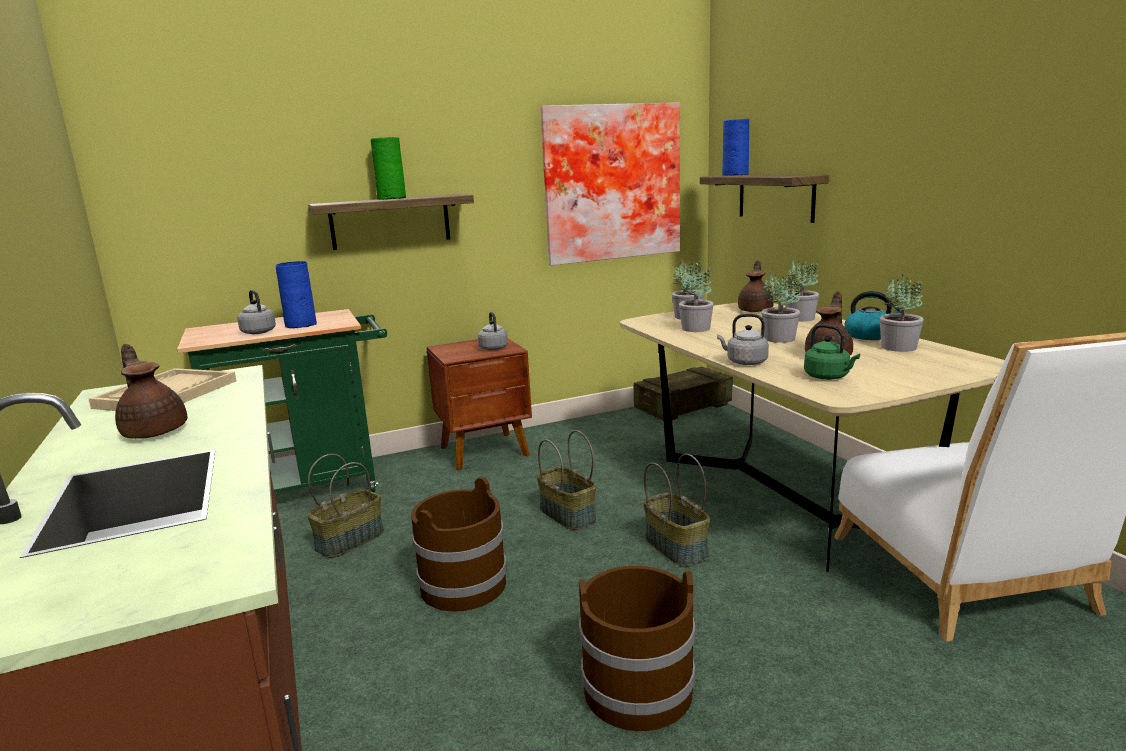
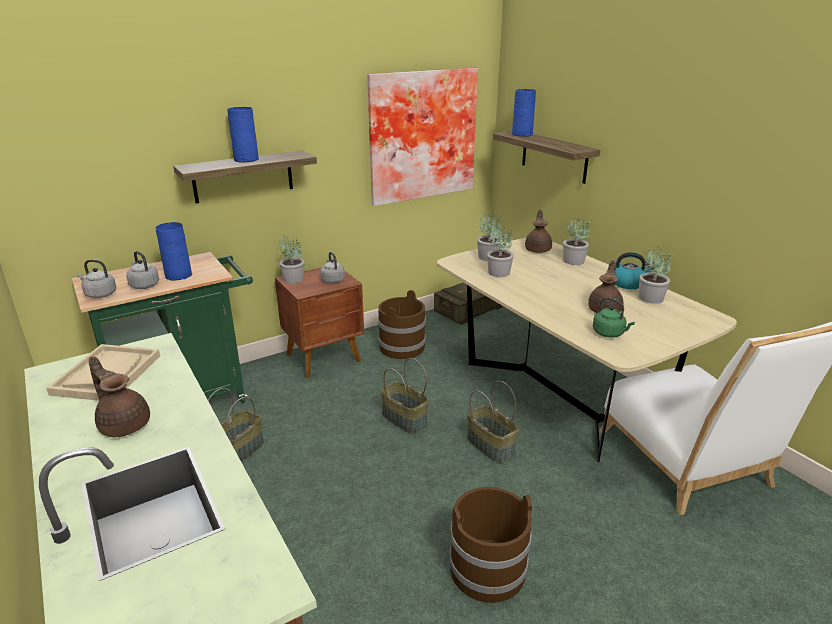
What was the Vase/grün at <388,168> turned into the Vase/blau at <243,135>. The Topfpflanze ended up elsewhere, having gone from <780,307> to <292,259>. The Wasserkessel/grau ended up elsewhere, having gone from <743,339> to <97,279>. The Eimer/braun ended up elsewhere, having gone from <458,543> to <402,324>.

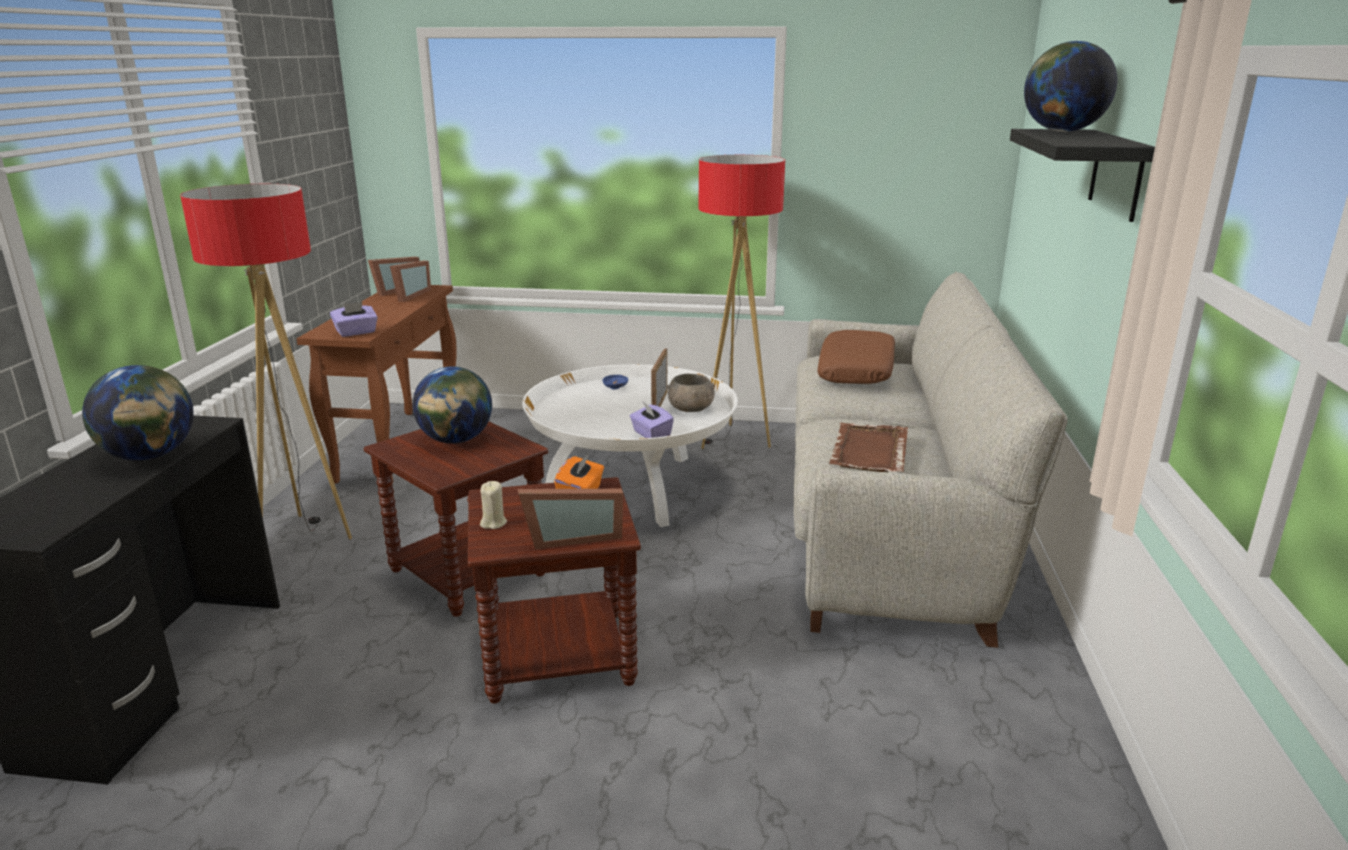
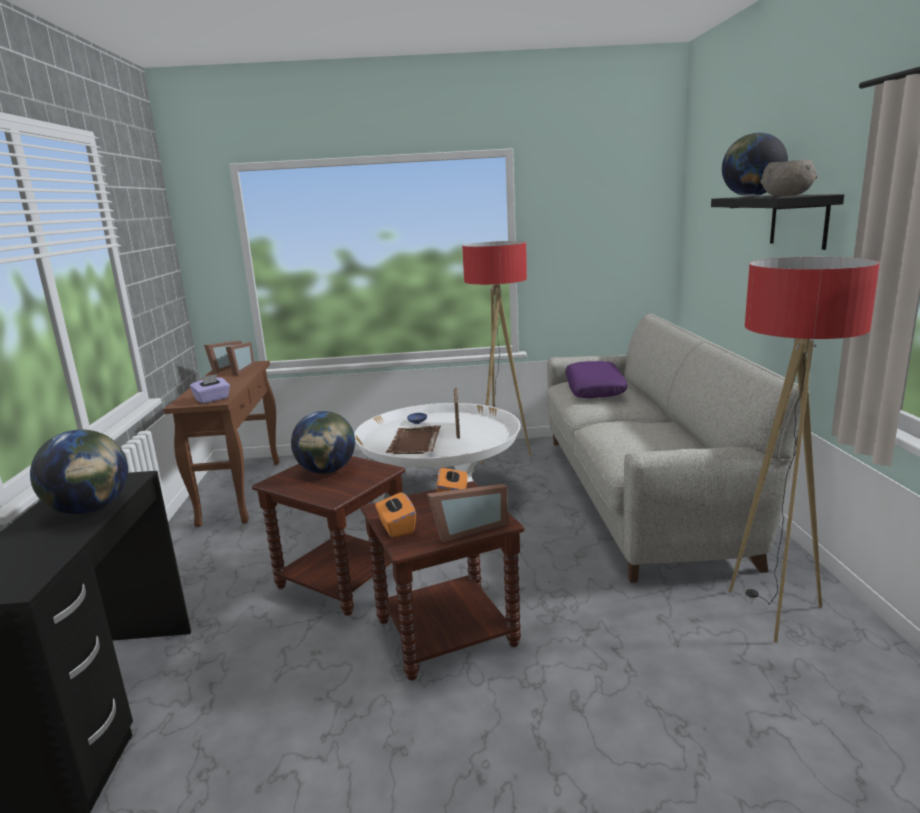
The Stehlampe ended up elsewhere, having gone from <266,362> to <804,450>. What was the Kissen/braun at <856,357> turned into the Kissen/lila at <597,379>. The Schüssel/grau ended up elsewhere, having gone from <691,393> to <788,178>. The second view lost the Taschentuchbox/lila at <652,420>. The Tablett/braun ended up elsewhere, having gone from <868,447> to <413,439>. Where the Kerze/beige stood at <493,505>, the Taschentuchbox/orange came to stand at <395,515>.

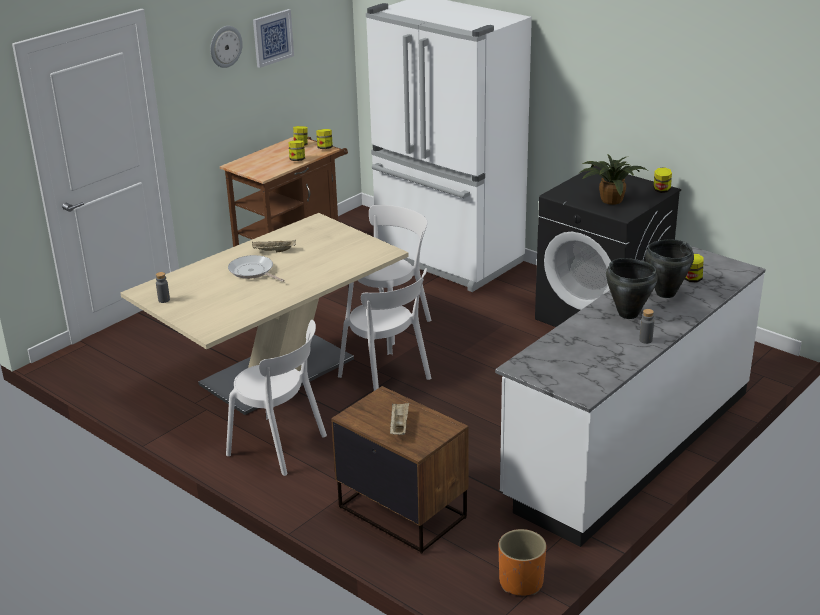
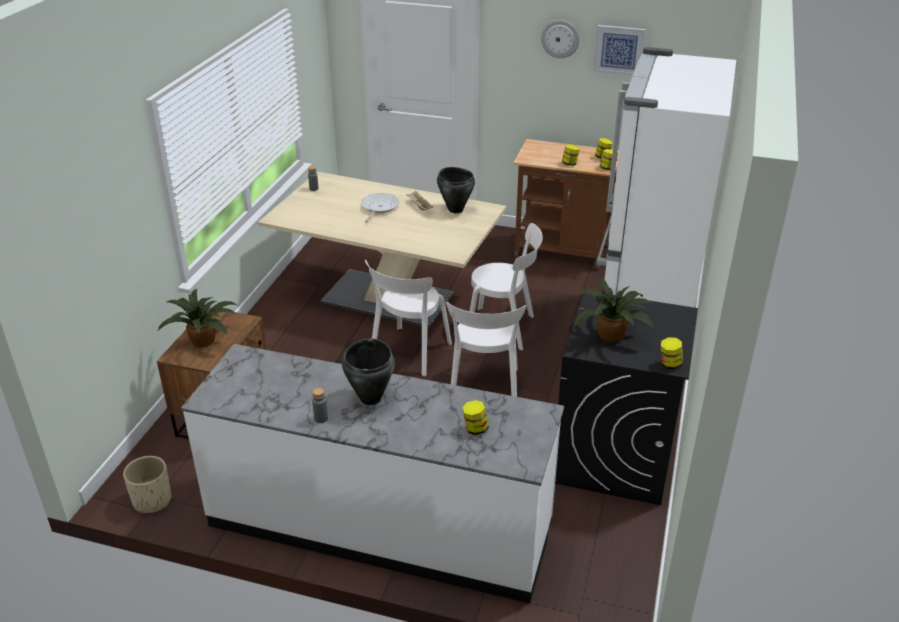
The Kochtopf/schwarz ended up elsewhere, having gone from <669,268> to <456,190>. The Stuhl/weiß ended up elsewhere, having gone from <276,398> to <486,349>. Where the Tablett/beige stood at <399,419>, the Topfpflanze came to stand at <197,318>. What was the Pflanzkübel/orange at <522,562> turned into the Pflanzkübel/beige at <147,484>.

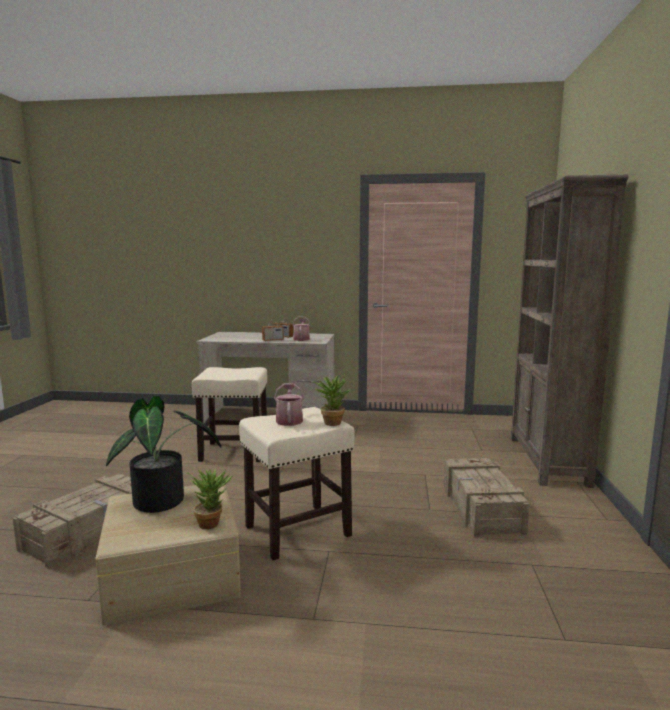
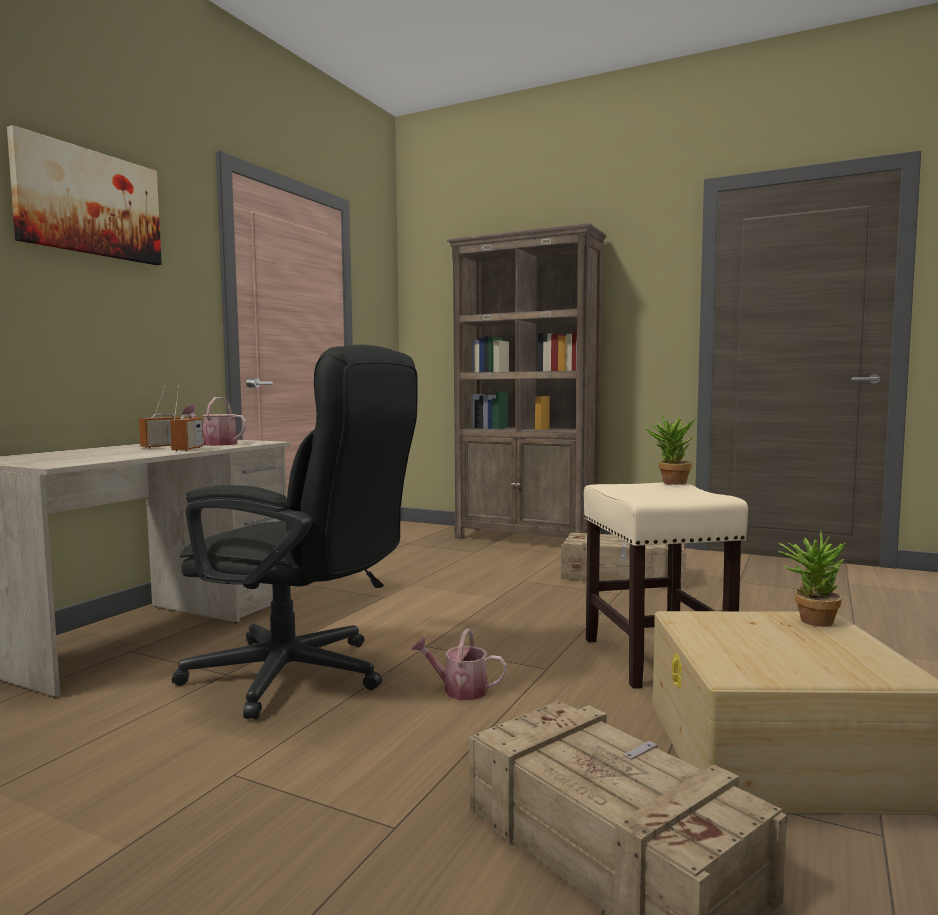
Where the Hocker/beige stood at <230,414>, the Bürostuhl/schwarz came to stand at <295,532>. The Gießkanne ended up elsewhere, having gone from <289,404> to <459,664>. The second view lost the Topfpflanze at <163,454>. The second view gained the Bild at <84,195>.

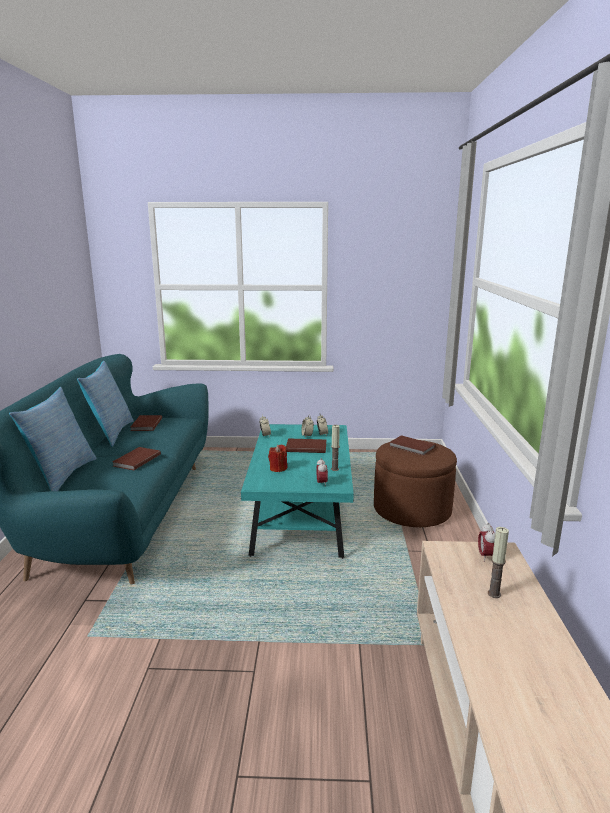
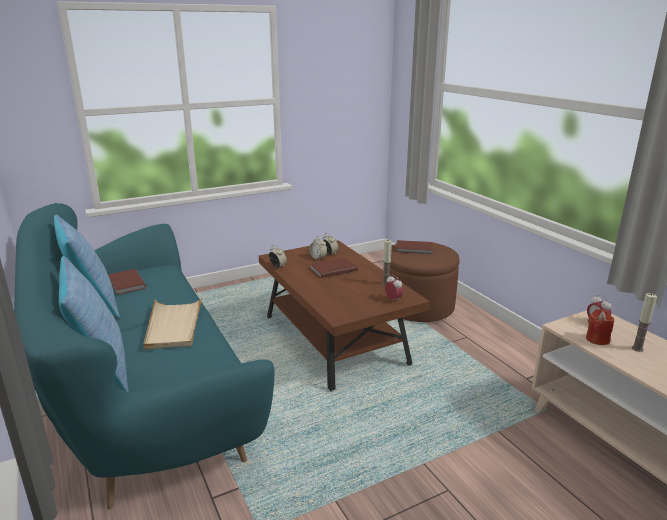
What was the Couchtisch/türkis at <297,491> turned into the Couchtisch/braun at <344,316>. The Kerze/rot ended up elsewhere, having gone from <277,458> to <600,327>. Where the Buch/braun stood at <136,458>, the Tablett/beige came to stand at <172,324>.

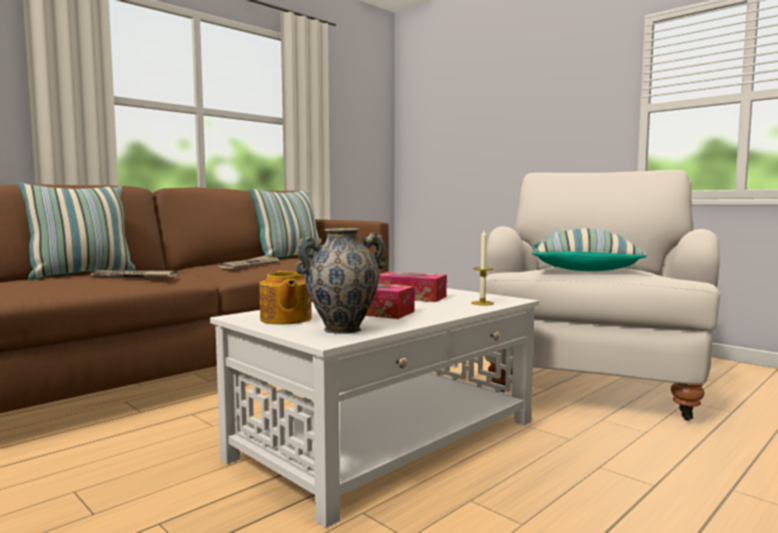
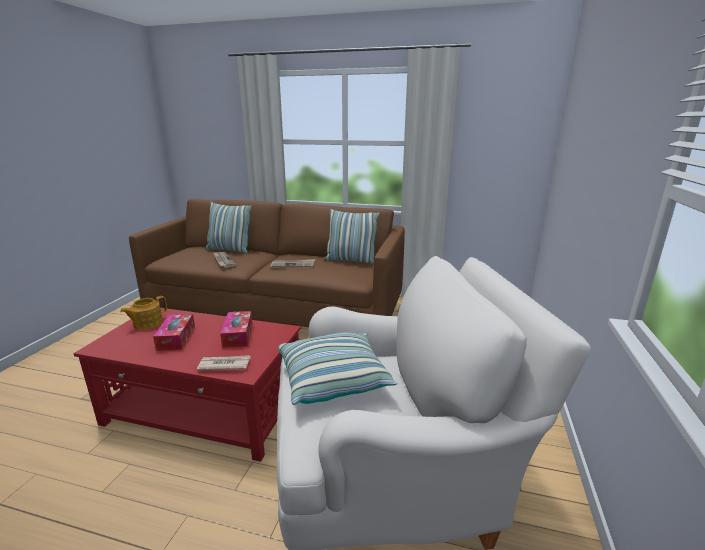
The second view lost the Vase at <341,281>. Where the Kerze stood at <482,268>, the Zeitung came to stand at <224,362>. What was the Couchtisch/weiß at <374,408> turned into the Couchtisch/rot at <187,385>.

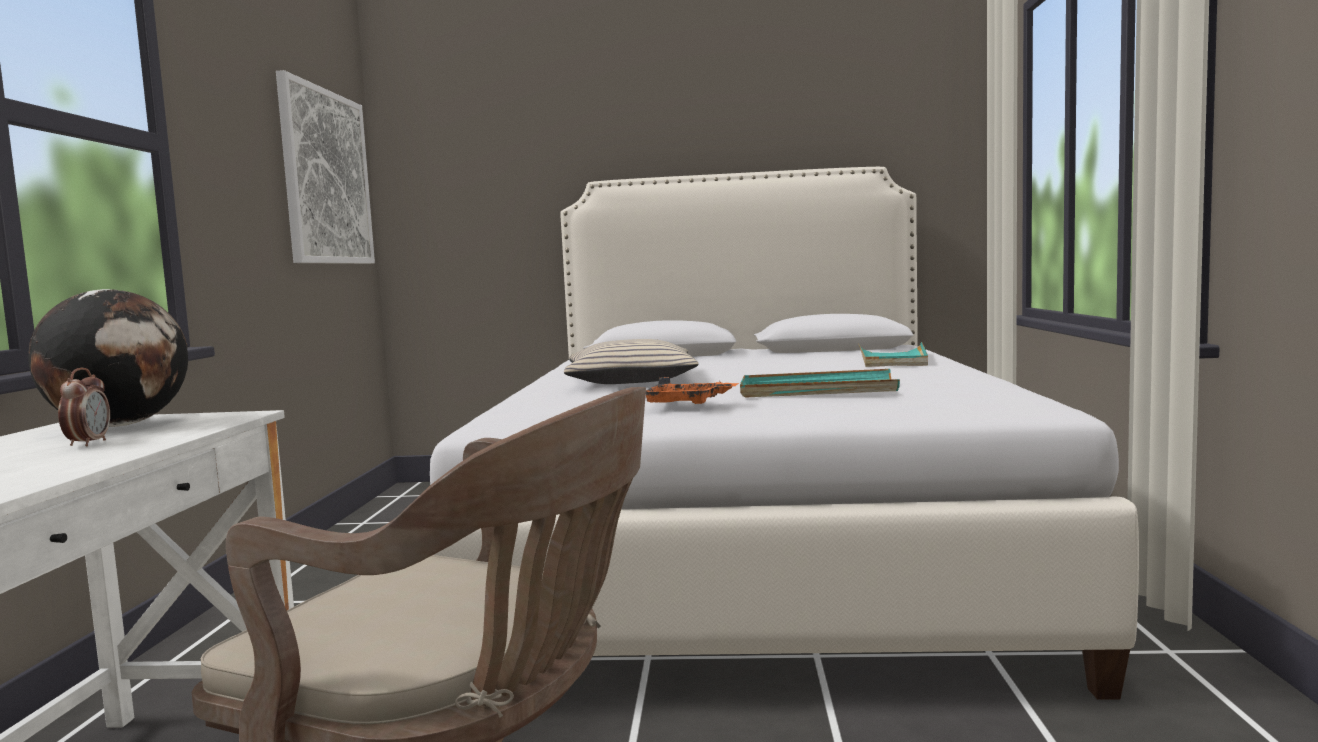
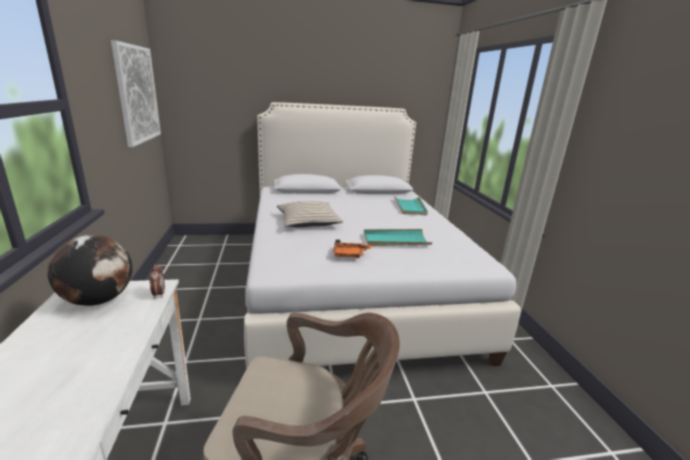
The Wecker ended up elsewhere, having gone from <84,407> to <157,281>.

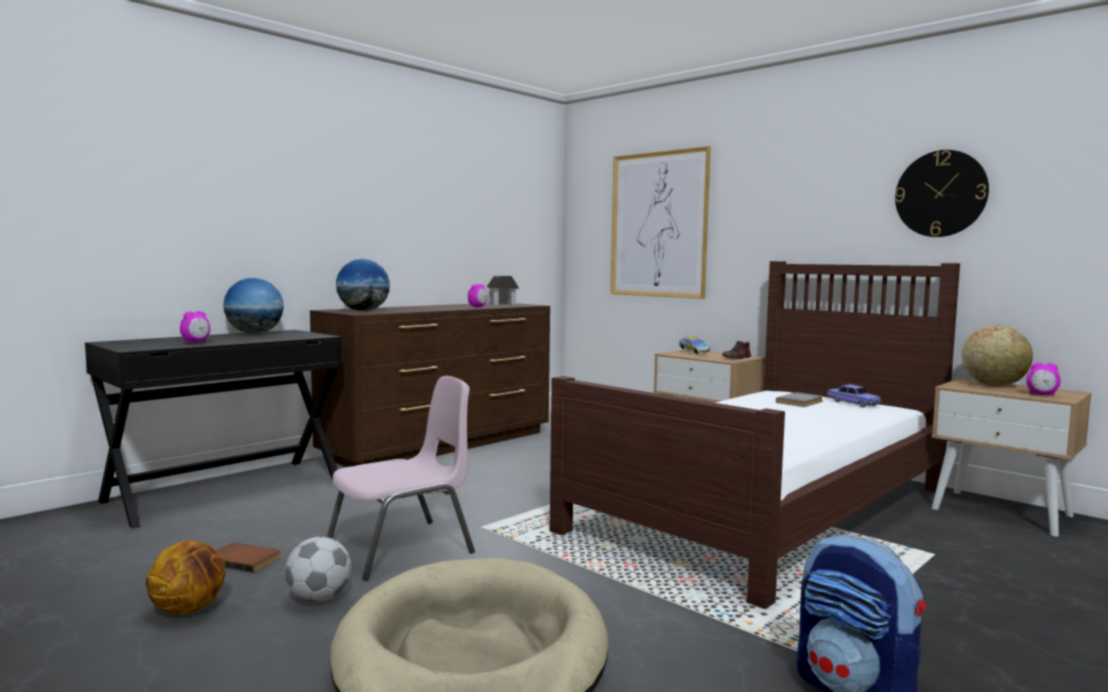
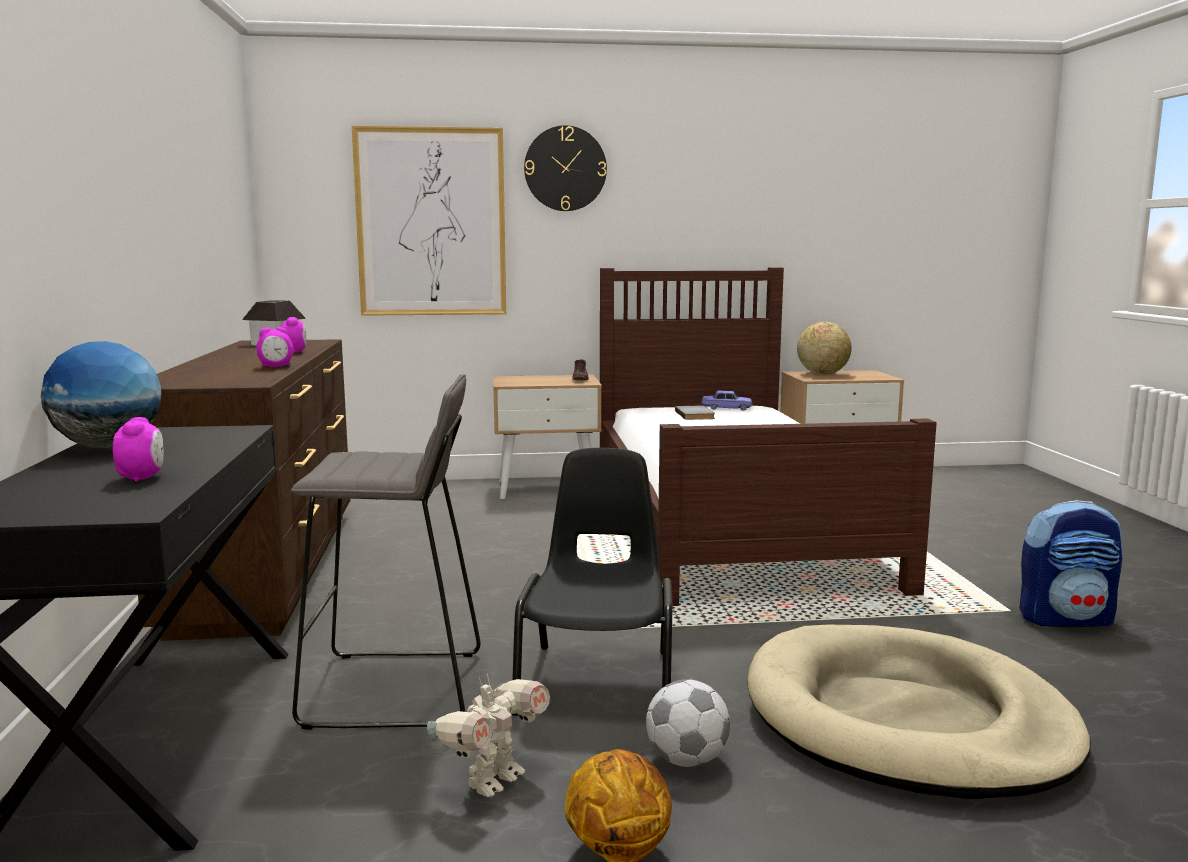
The Wanduhr ended up elsewhere, having gone from <942,193> to <565,168>. The second view lost the Globus at <363,285>. The second view lost the Spielzeugauto at <694,345>. The Wecker ended up elsewhere, having gone from <1043,378> to <274,347>. What was the Stuhl/rosa at <401,478> turned into the Stuhl/schwarz at <592,582>. Where the Buch/braun stood at <249,558>, the Spielzeugroboter came to stand at <488,735>. The second view gained the Hocker/grau at <386,552>.

